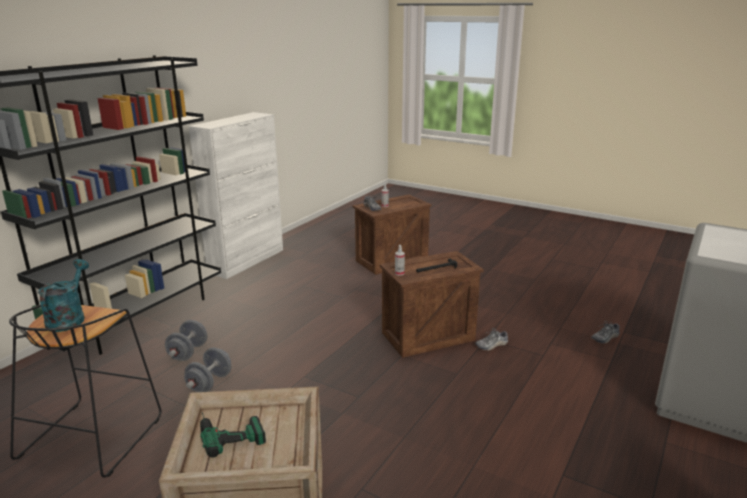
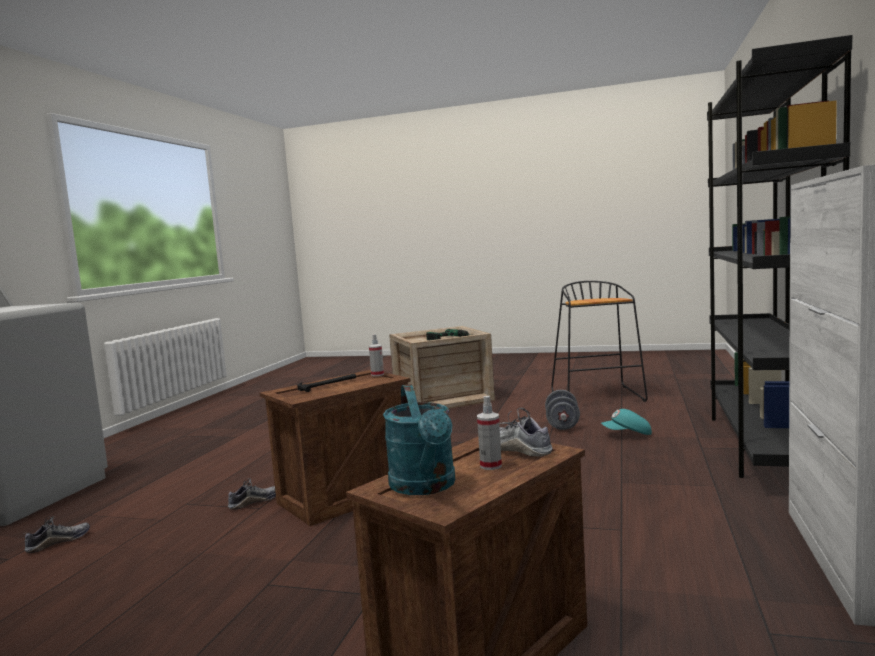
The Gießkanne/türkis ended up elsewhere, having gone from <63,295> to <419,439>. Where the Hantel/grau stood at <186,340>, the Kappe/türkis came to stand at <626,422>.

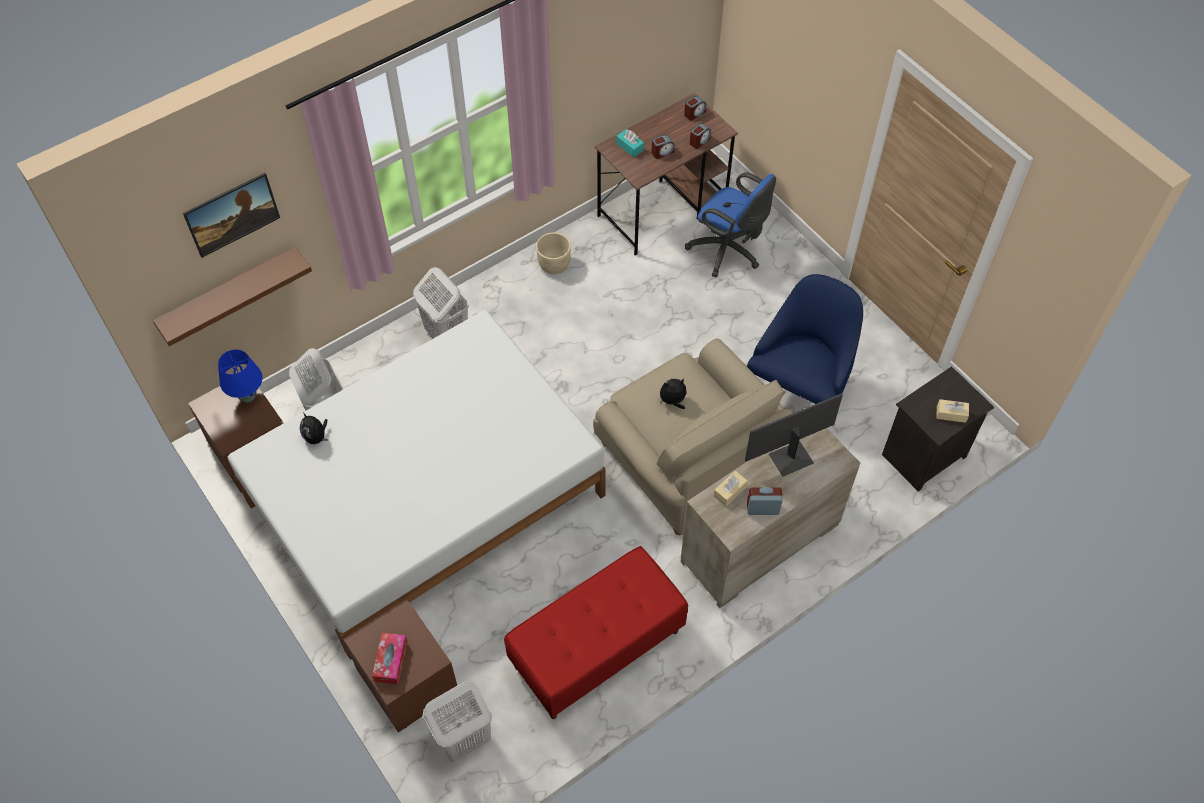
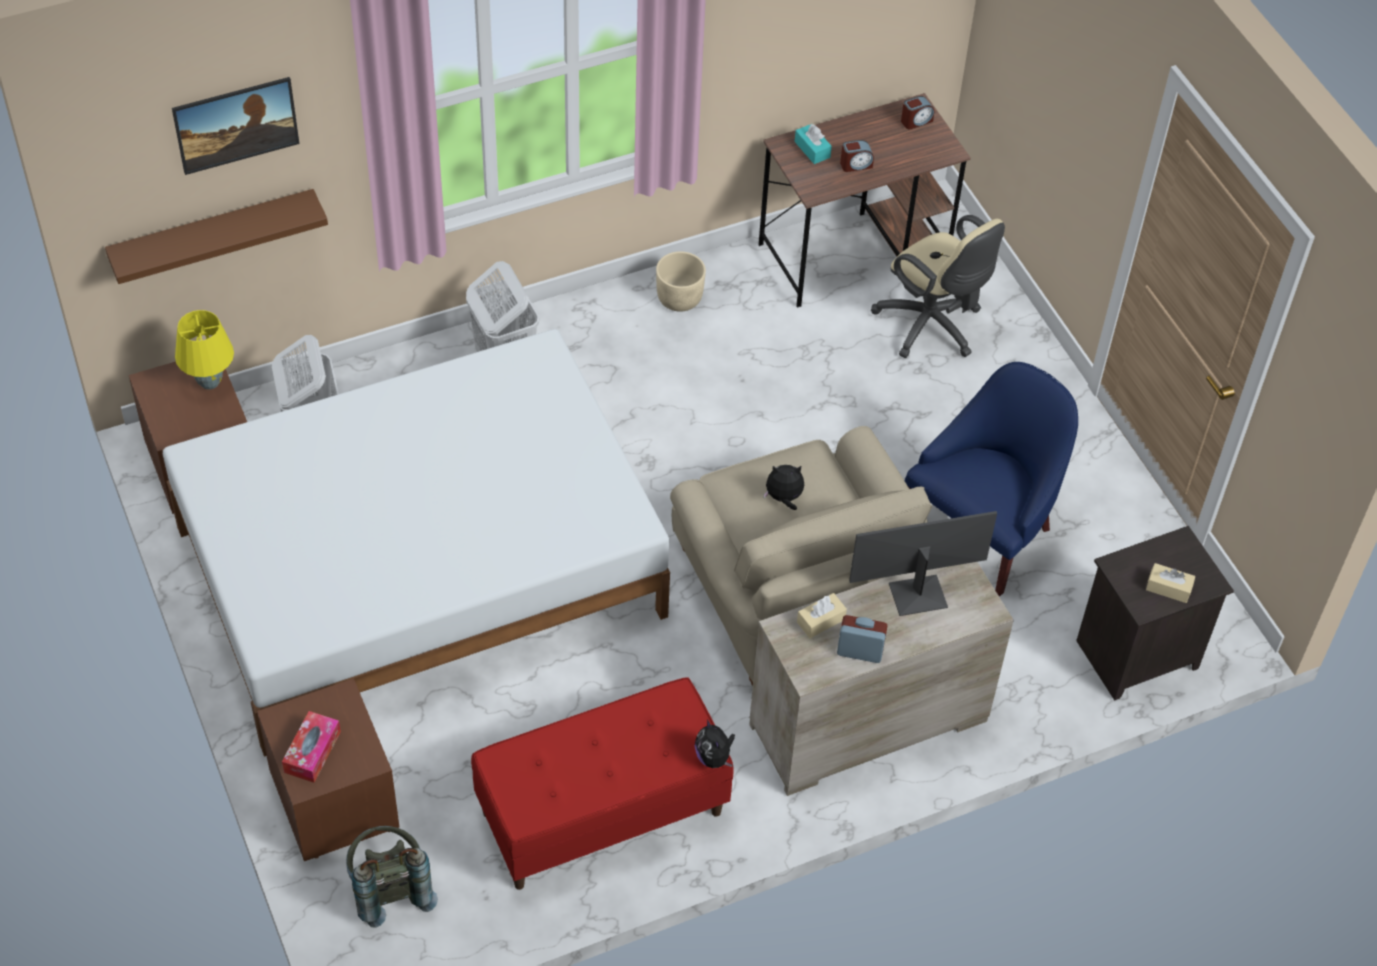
The second view lost the Wecker at <700,136>. What was the Bürostuhl/blau at <730,225> turned into the Bürostuhl/beige at <938,286>. What was the Tischlampe/blau at <240,375> turned into the Tischlampe/gelb at <204,350>. The Plüschtier ended up elsewhere, having gone from <314,429> to <715,743>. Where the Wäschekorb/weiß stood at <457,721>, the Rucksack/grau came to stand at <392,877>.

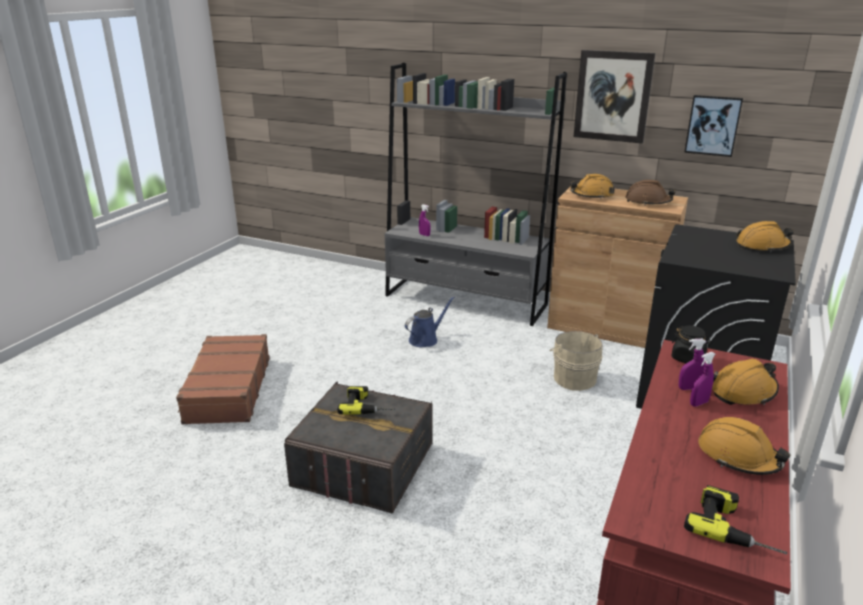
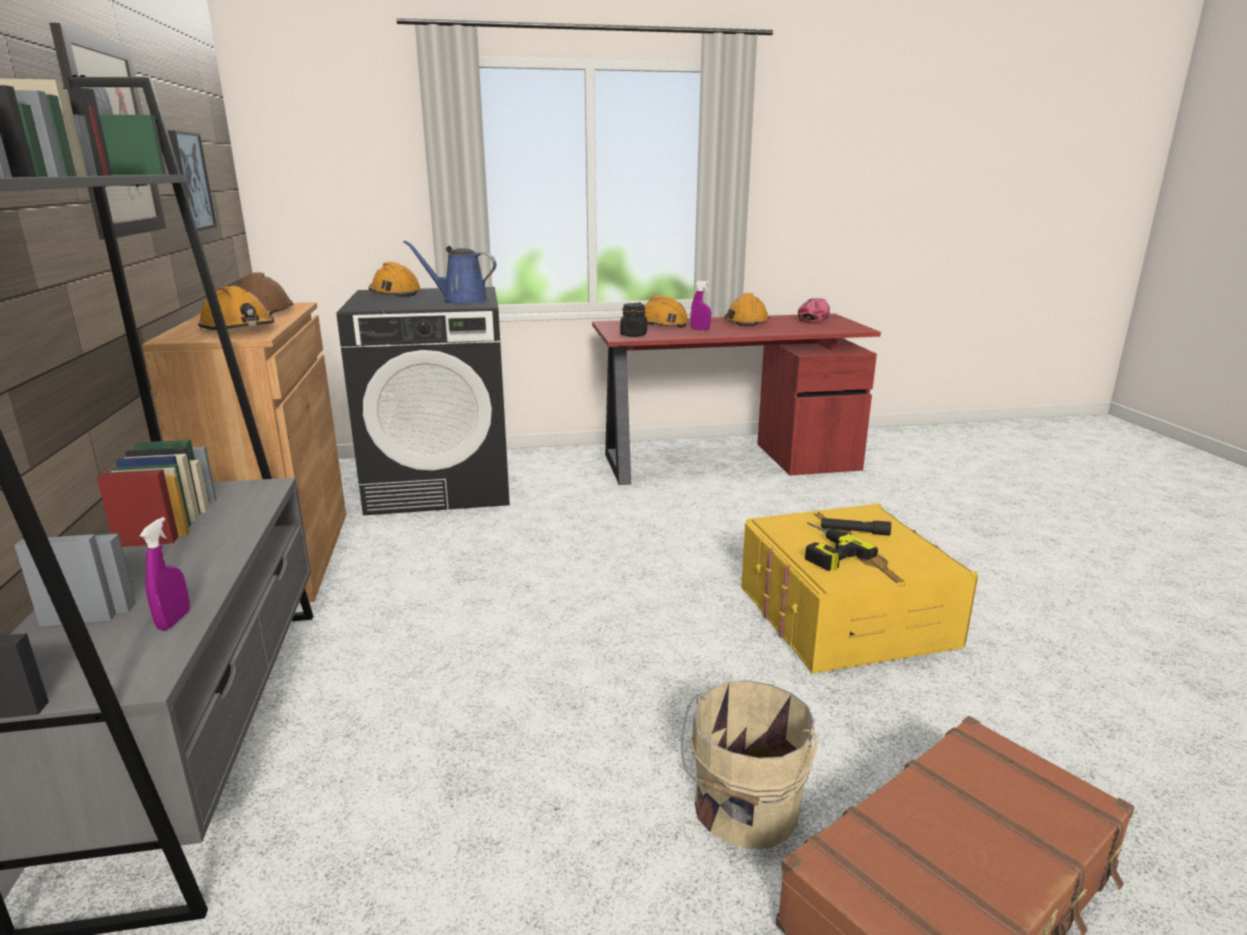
The Gießkanne/blau ended up elsewhere, having gone from <430,321> to <450,272>. The Eimer/beige ended up elsewhere, having gone from <576,361> to <749,764>. The second view lost the Sprühflasche/lila at <692,364>. What was the Aufbewahrungsbox/grau at <358,447> turned into the Aufbewahrungsbox/gelb at <859,588>. Where the Bohrmaschine stood at <736,519>, the Kappe came to stand at <814,311>. The second view gained the Taschenlampe/schwarz at <856,527>.

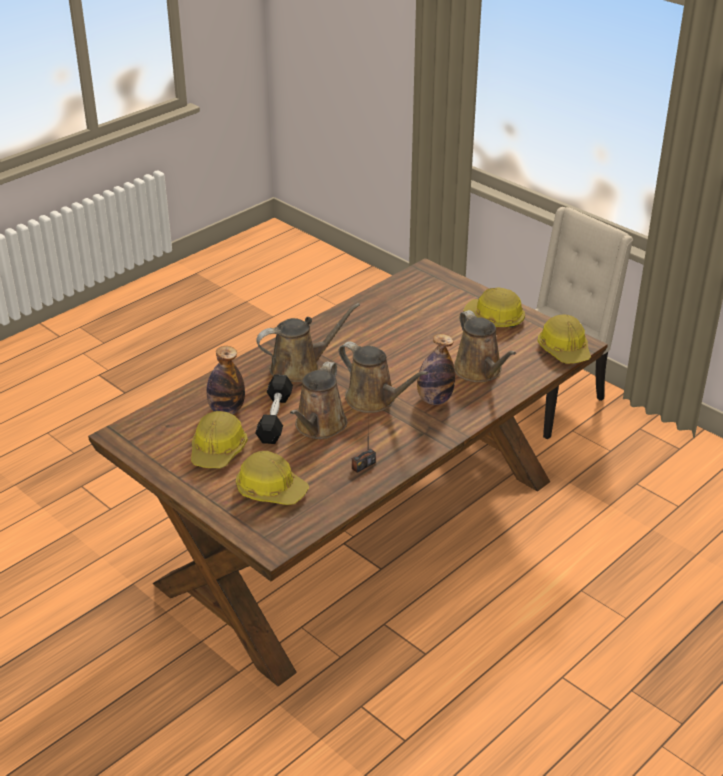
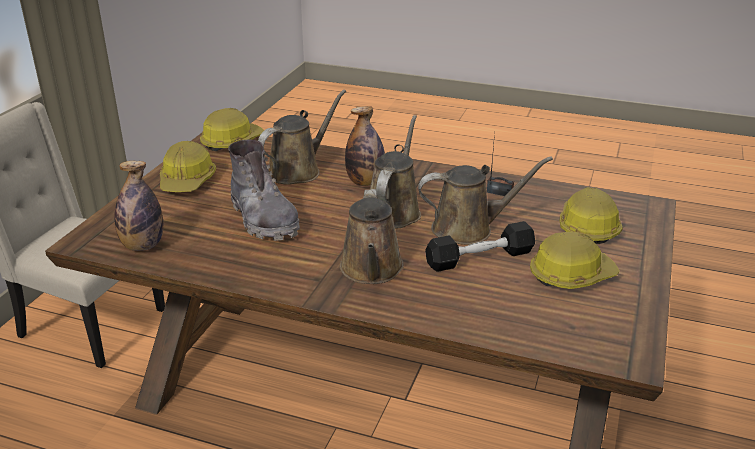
The Gießkanne/braun at <308,342> ended up facing another way, 135 degrees counterclockwise from before. The Flasche ended up elsewhere, having gone from <225,380> to <139,206>. The second view gained the Stiefel/grau at <264,190>.

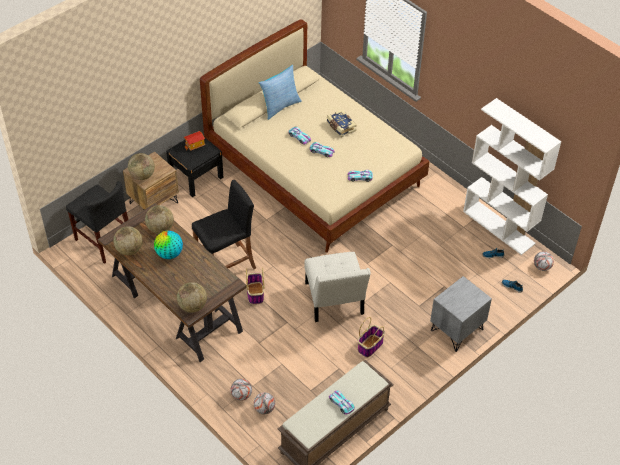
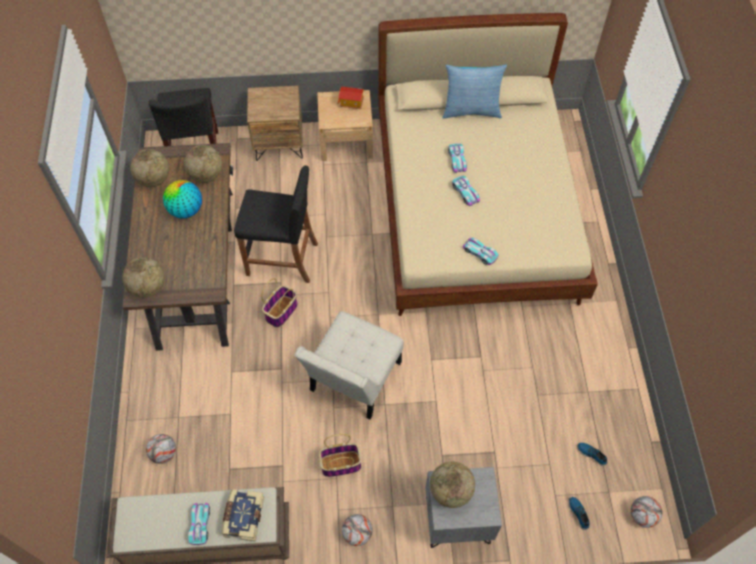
The second view lost the Bücherregal/weiß at <512,176>. The Buch ended up elsewhere, having gone from <342,123> to <242,515>. What was the Nachttisch/schwarz at <195,167> turned into the Nachttisch/beige at <345,125>. The Globus ended up elsewhere, having gone from <141,166> to <452,484>. The Fußball ended up elsewhere, having gone from <241,390> to <357,530>.

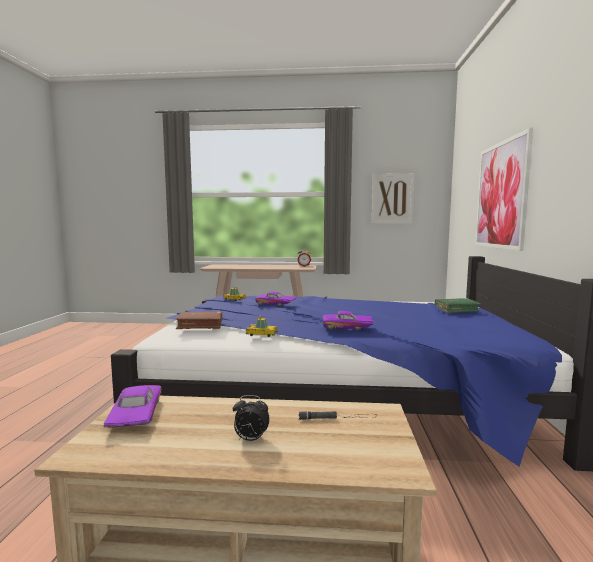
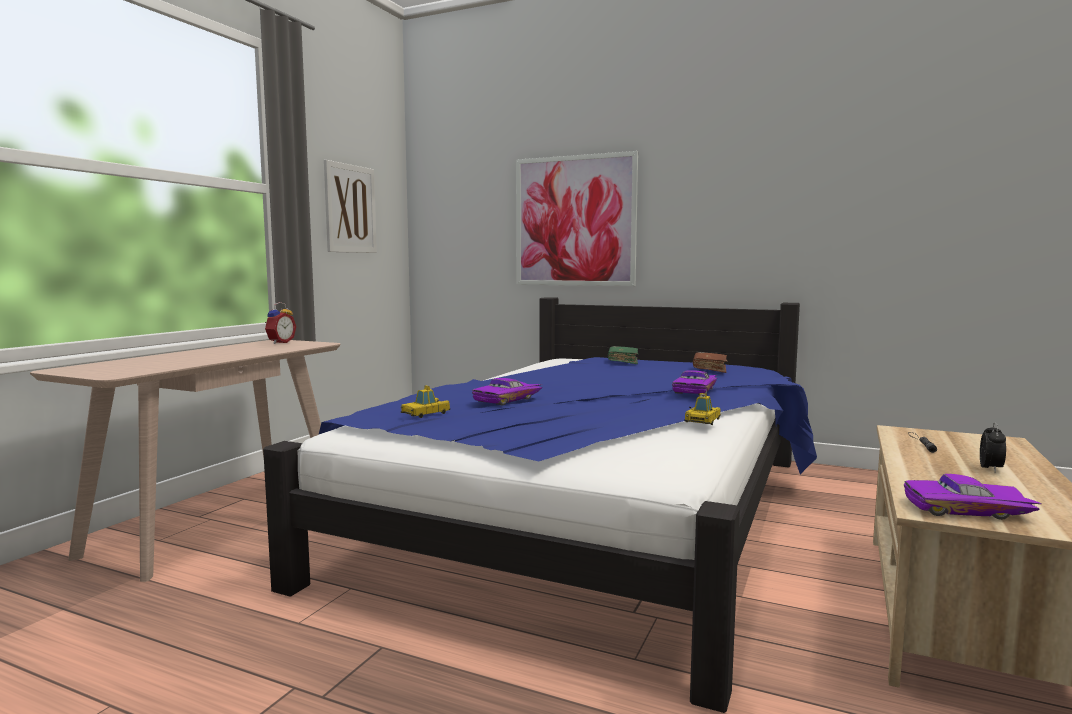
The Buch/braun ended up elsewhere, having gone from <199,320> to <710,362>.

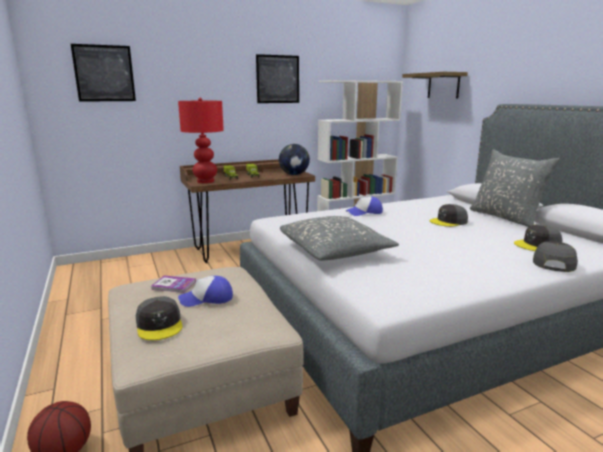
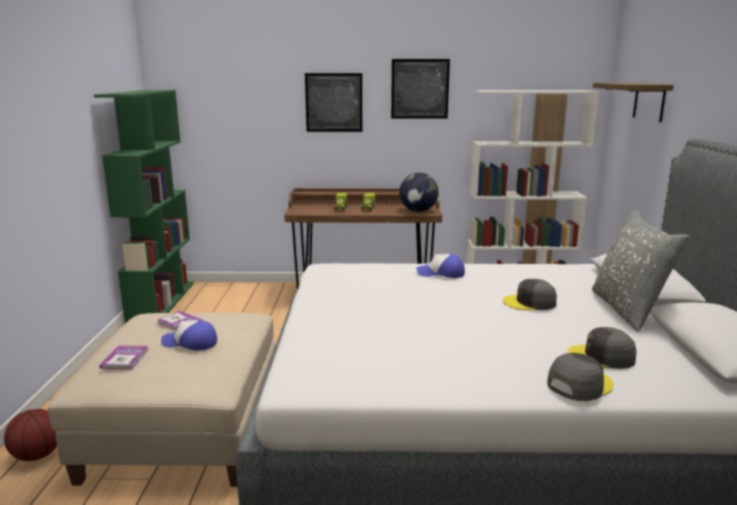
The Bild ended up elsewhere, having gone from <103,73> to <333,102>. The second view lost the Tischlampe/rot at <201,140>. The second view lost the Kissen/grau at <339,238>. Where the Kappe/grau stood at <159,318>, the Buch came to stand at <124,357>. The second view gained the Bücherregal/grün at <144,207>.

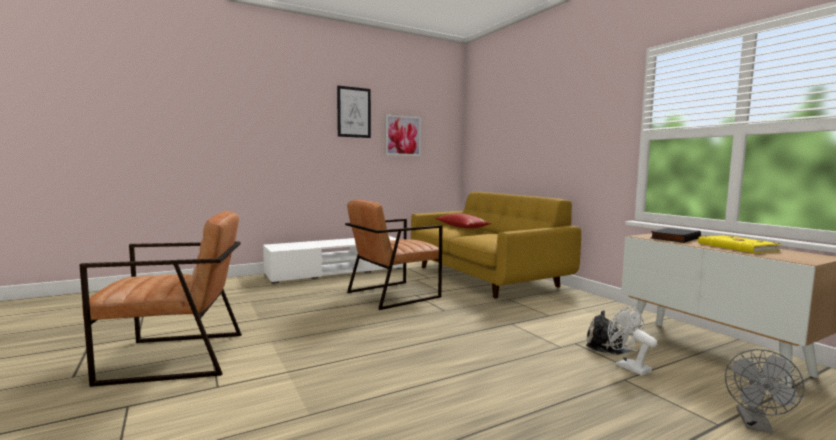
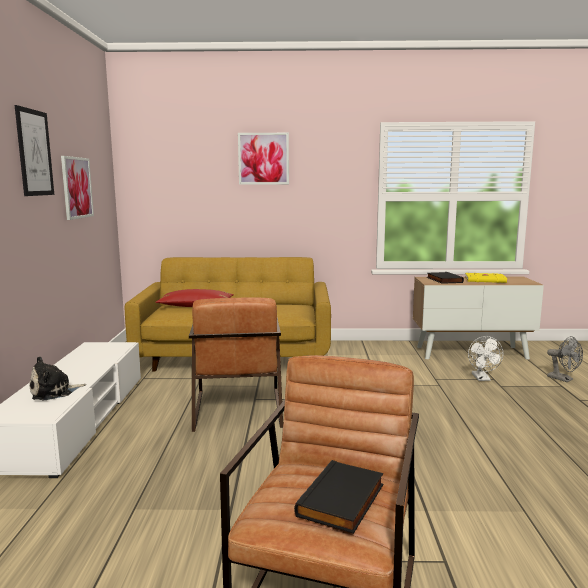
The Ventilator/weiß at <632,341> ended up facing another way, 90 degrees counterclockwise from before. The Plüschtier ended up elsewhere, having gone from <612,333> to <57,378>. The second view gained the Bild at <263,159>. The second view gained the Buch/schwarz at <339,497>.

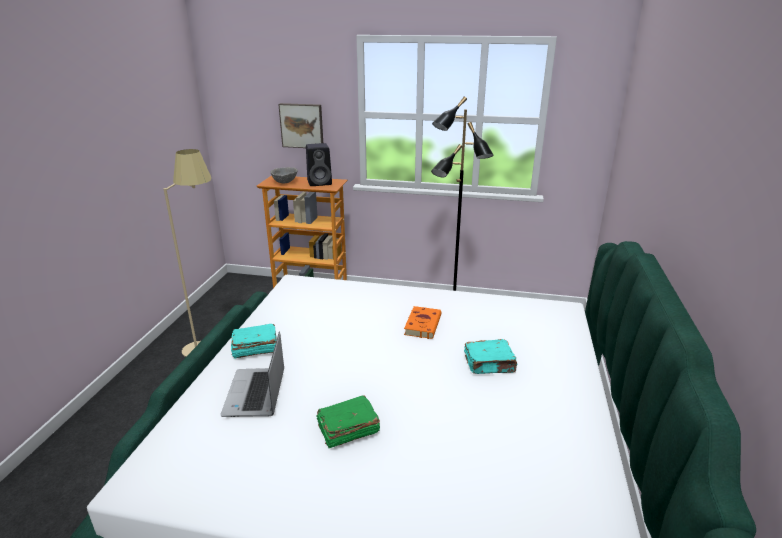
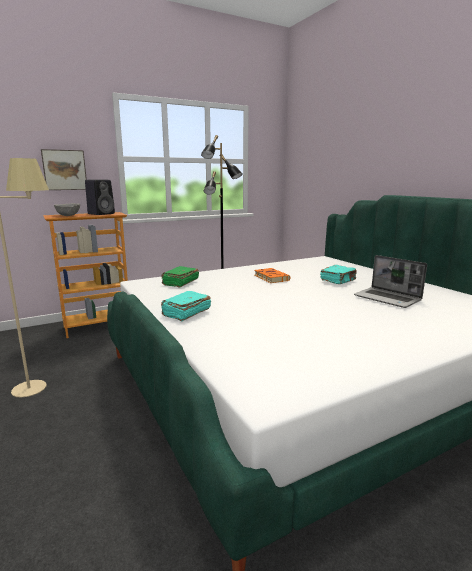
The Laptop ended up elsewhere, having gone from <252,374> to <390,281>. The Buch/grün ended up elsewhere, having gone from <348,421> to <180,277>.

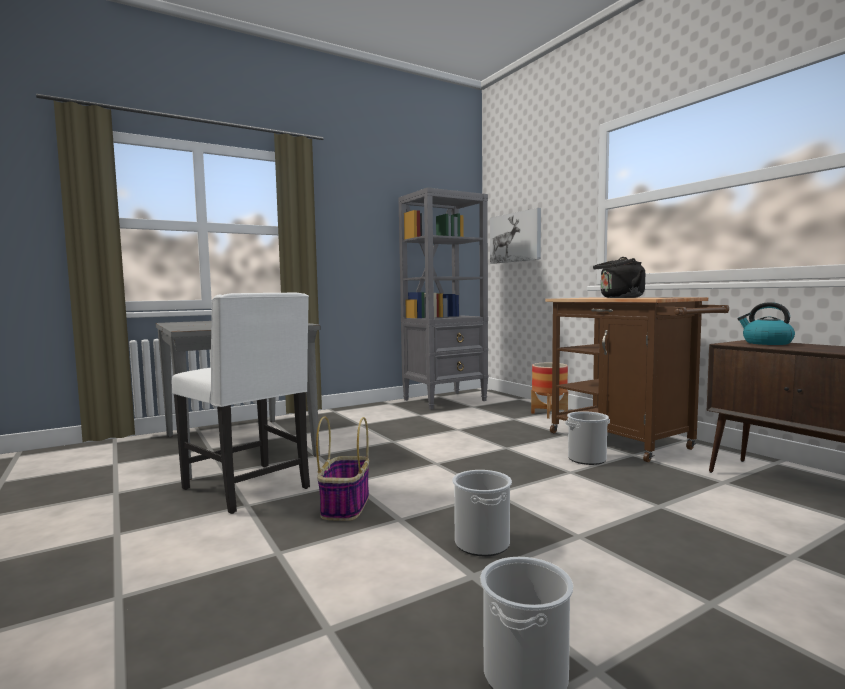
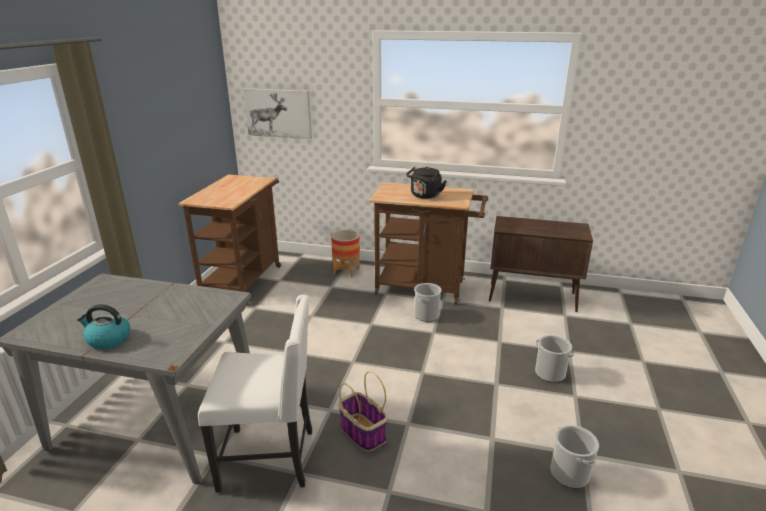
Where the Bücherregal/grau stood at <443,298>, the Rollwagen/braun came to stand at <229,238>. The Wasserkessel ended up elsewhere, having gone from <766,323> to <103,326>. The Eimer ended up elsewhere, having gone from <482,513> to <554,358>.

